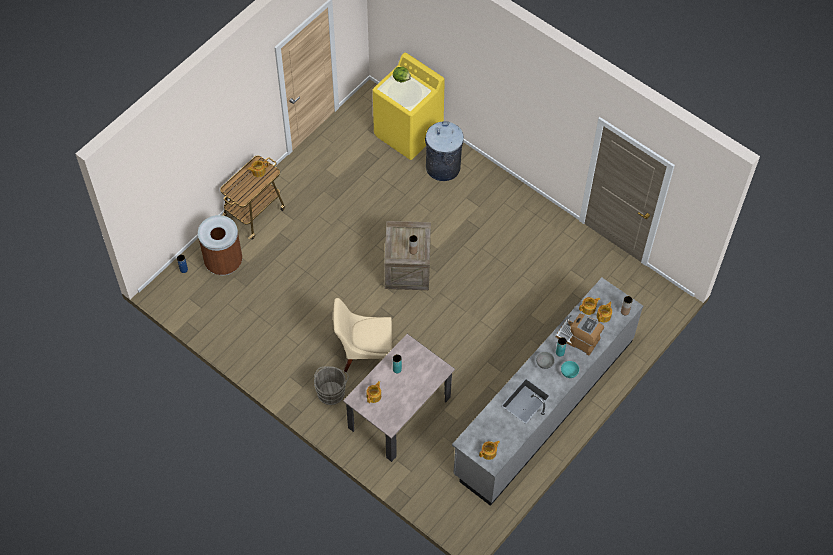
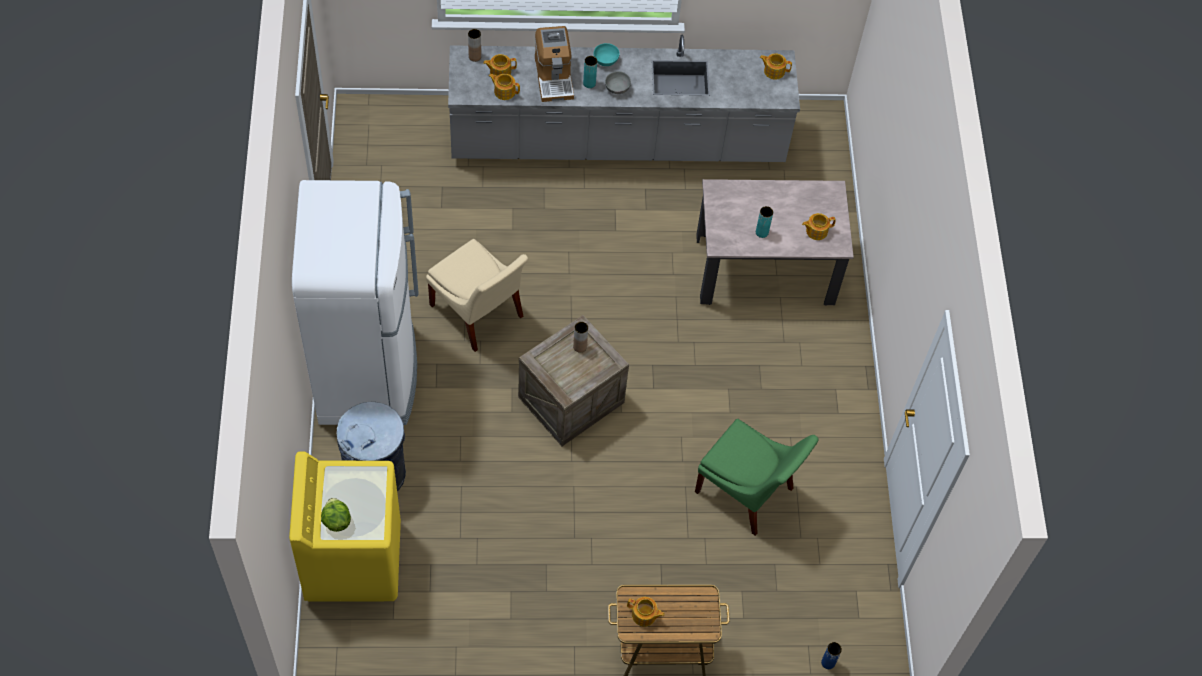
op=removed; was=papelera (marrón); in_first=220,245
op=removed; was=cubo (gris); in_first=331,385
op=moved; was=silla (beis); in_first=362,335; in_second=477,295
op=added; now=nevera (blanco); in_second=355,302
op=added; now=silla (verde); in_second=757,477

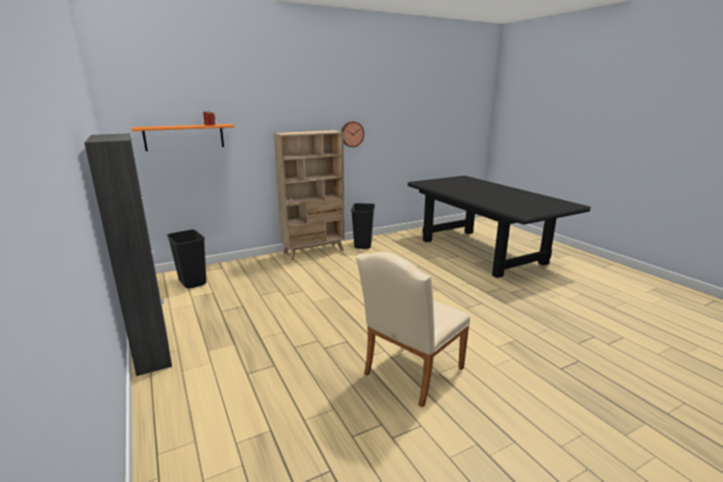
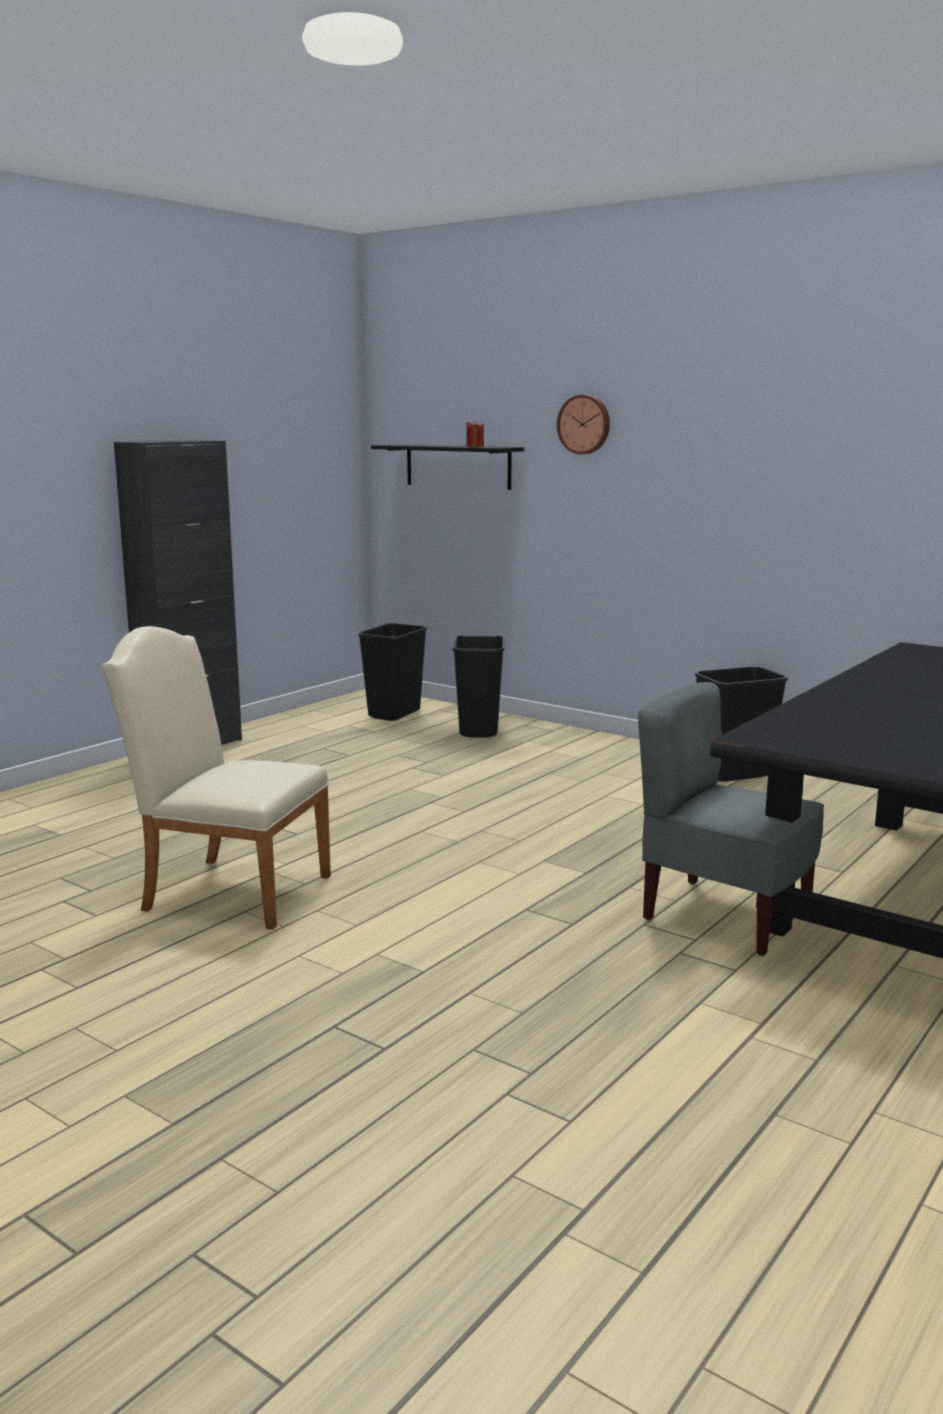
op=recoloured; was=estante (naranja); now=estante (negro); in_first=183,137; in_second=447,467
op=removed; was=estantería (beis); in_first=309,195
op=moved; was=reloj de pared; in_first=352,134; in_second=583,424
op=added; now=papelera (negro); in_second=478,686
op=added; now=silla (gris); in_second=731,819

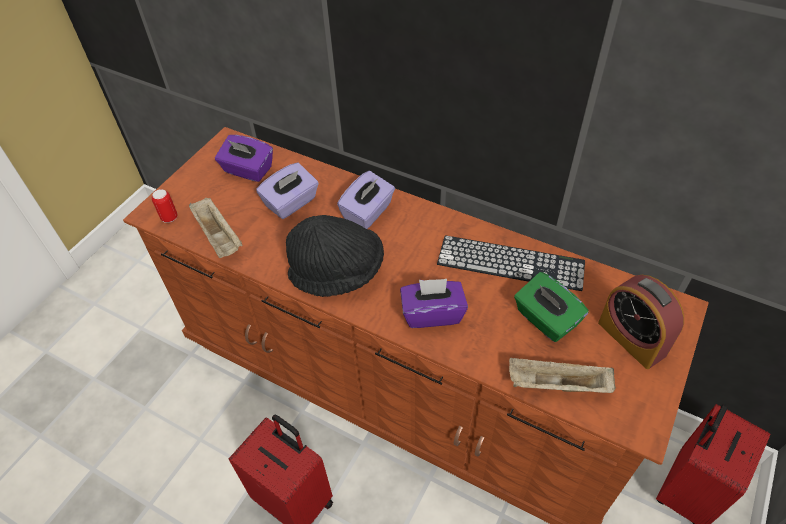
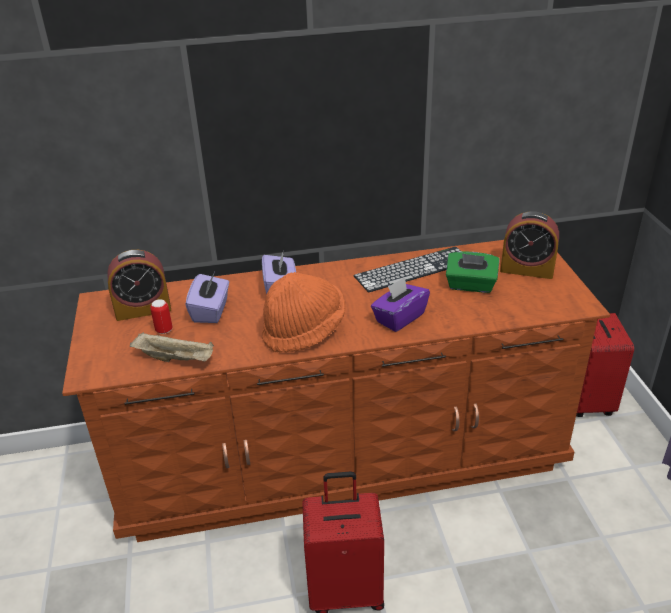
op=moved; was=lata; in_first=164,206; in_second=161,316
op=replaced; was=caja de pañuelos (morado); now=despertador; in_first=244,158; in_second=139,285
op=recoloured; was=sombrero (negro); now=sombrero (naranja); in_first=335,256; in_second=303,312
op=removed; was=bandeja (beis); in_first=562,375

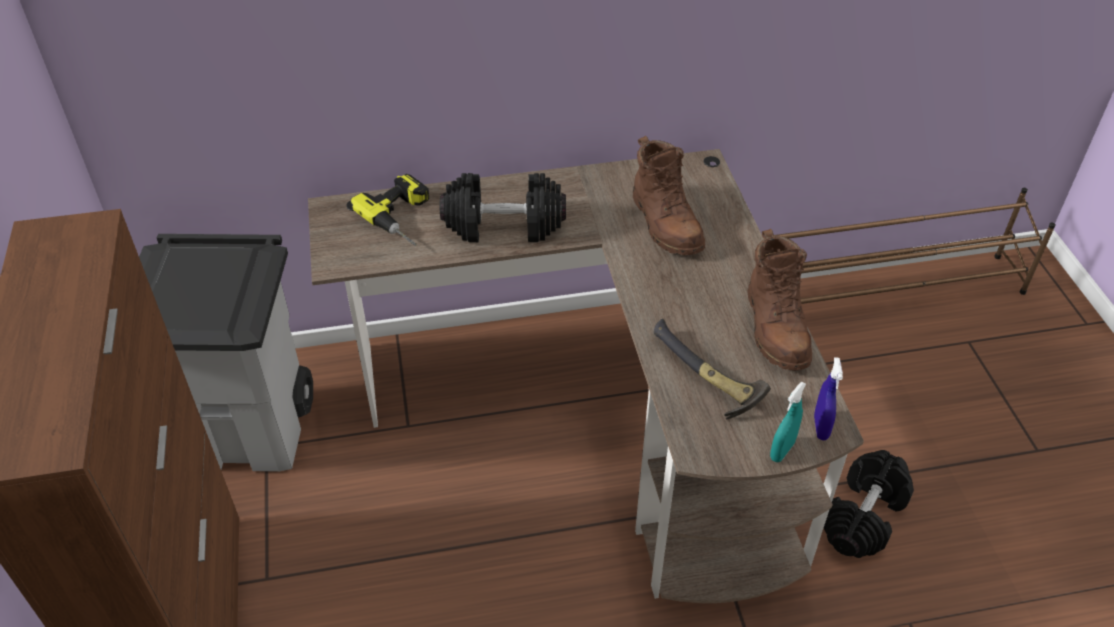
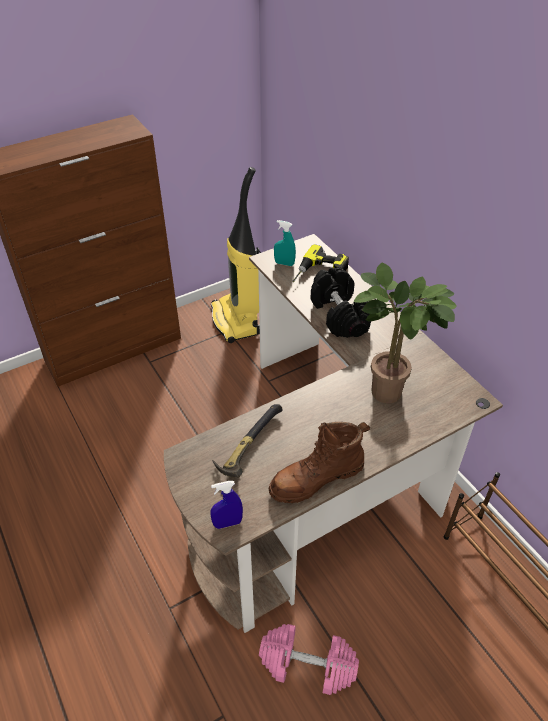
op=replaced; was=papelera (gris); now=aspiradora; in_first=226,353; in_second=236,255
op=replaced; was=bota (marrón); now=planta en maceta; in_first=669,195; in_second=405,332
op=moved; was=pulverizador (turquesa); in_first=788,422; in_second=285,243
op=recoloured; was=mancuerna (negro); now=mancuerna (rosa); in_first=869,504; in_second=309,659

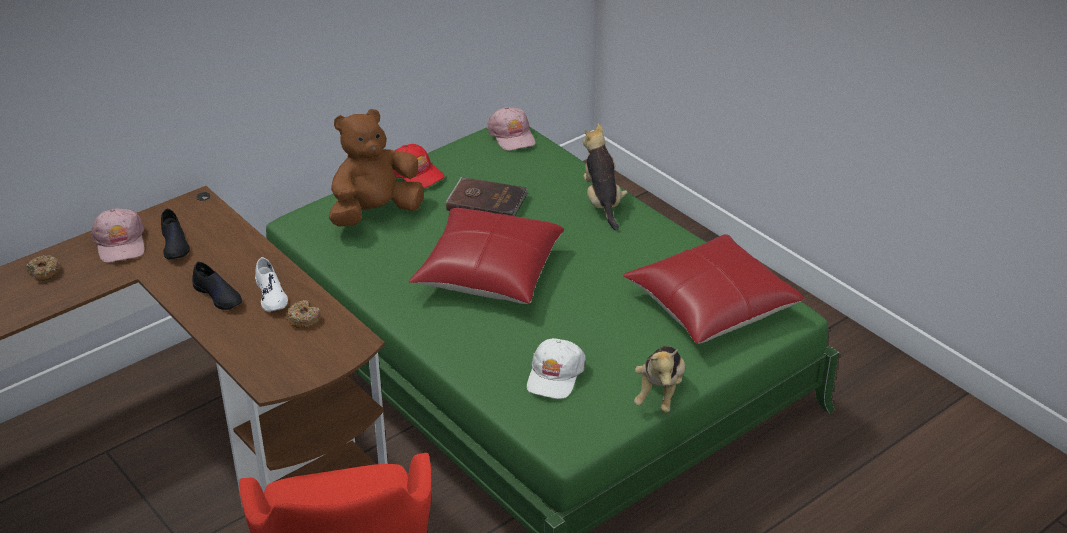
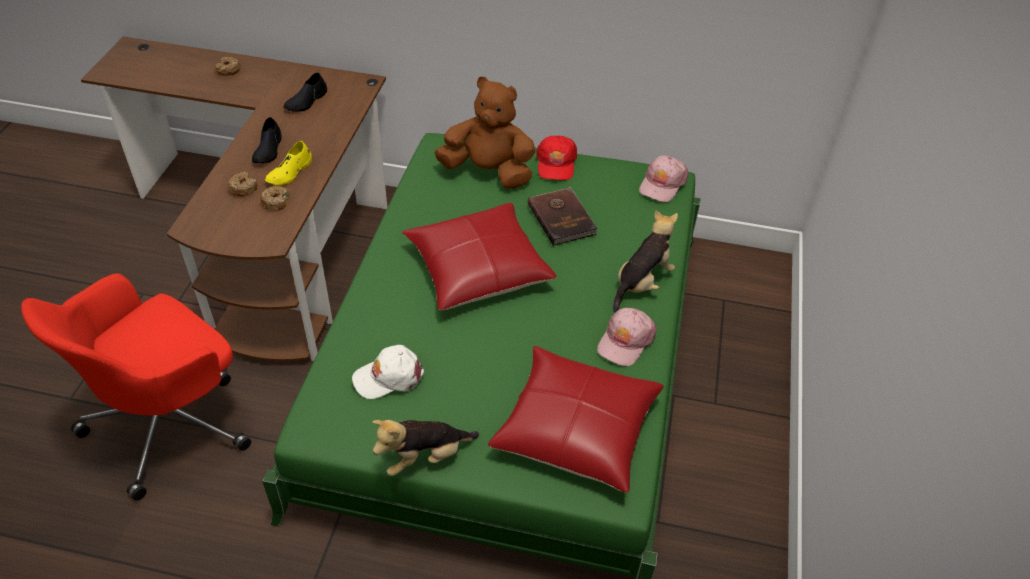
op=moved; was=gorra (rosa); in_first=118,235; in_second=627,337
op=recoloured; was=zapato (blanco); now=zapato (amarillo); in_first=271,284; in_second=288,163
op=added; now=rosquilla; in_second=243,184

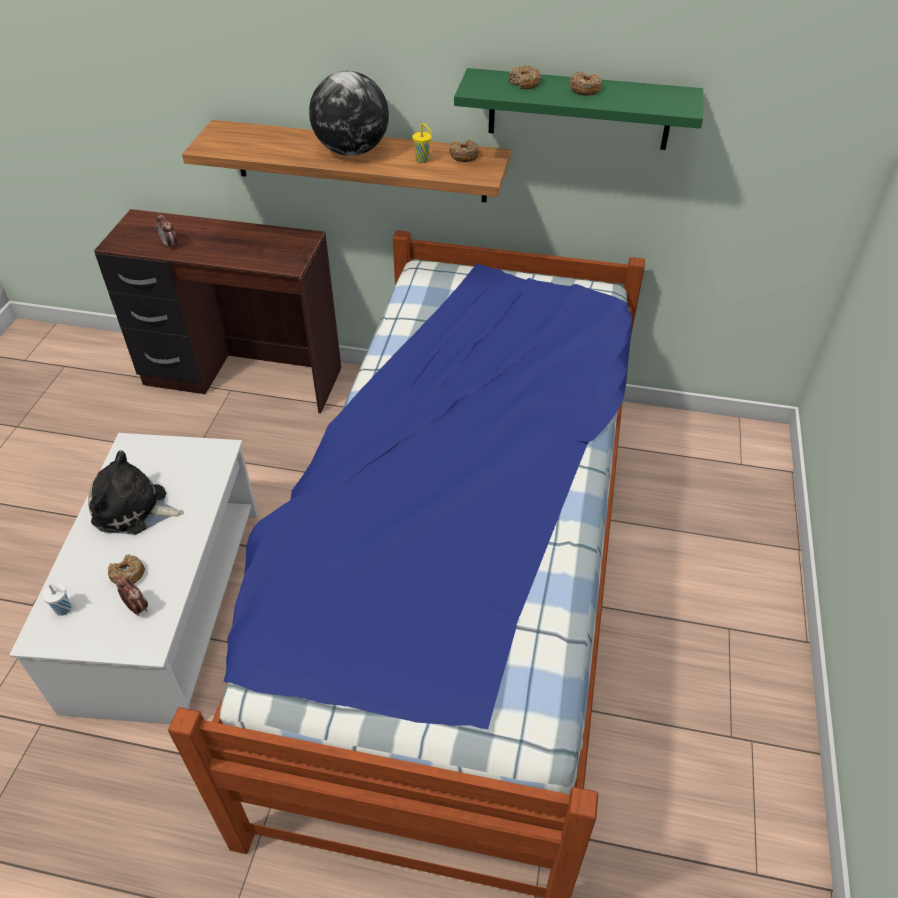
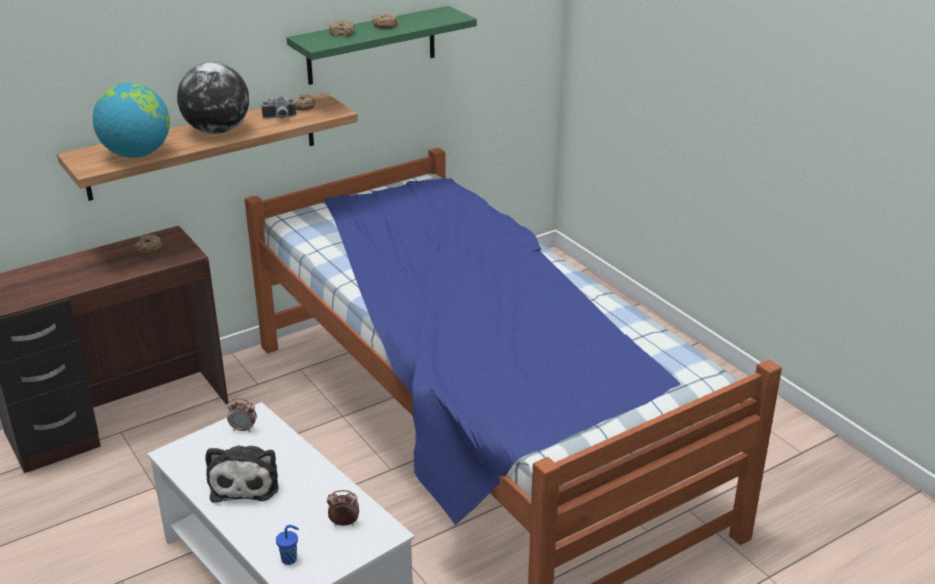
op=recoloured; was=taza (blanco); now=taza (azul); in_first=56,599; in_second=287,545
op=turned; was=peluche; in_first=136,492; in_second=242,473; clockwise=-60
op=moved; was=rosquilla; in_first=126,569; in_second=149,244
op=moved; was=despertador; in_first=166,231; in_second=242,415
op=replaced; was=taza (amarillo); now=cámara; in_first=422,143; in_second=278,107
op=added; now=globo terráqueo; in_second=131,120

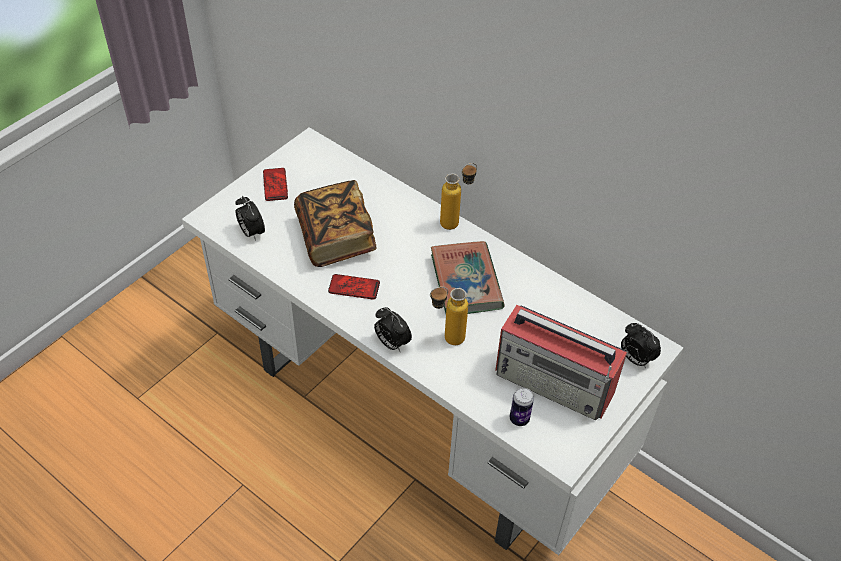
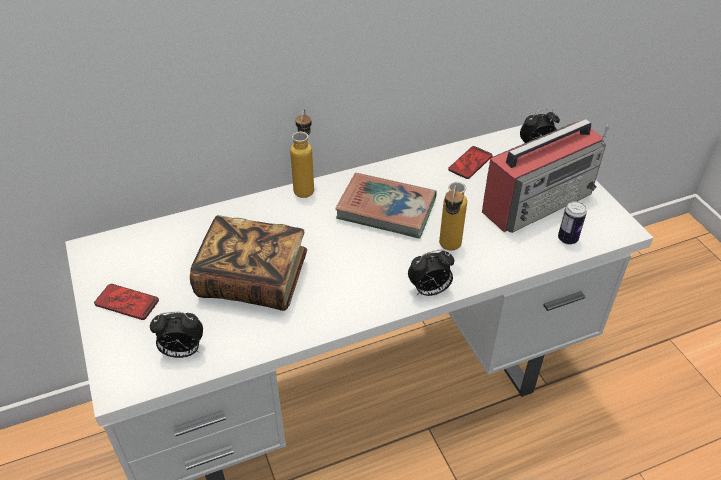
op=moved; was=móvil; in_first=354,287; in_second=470,162

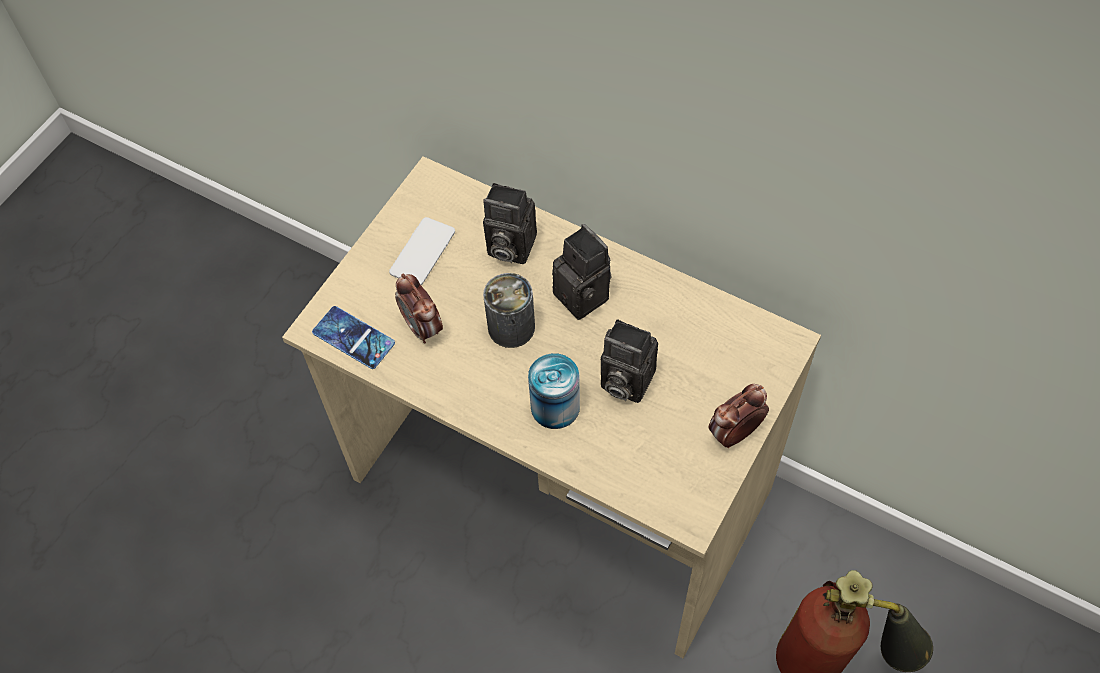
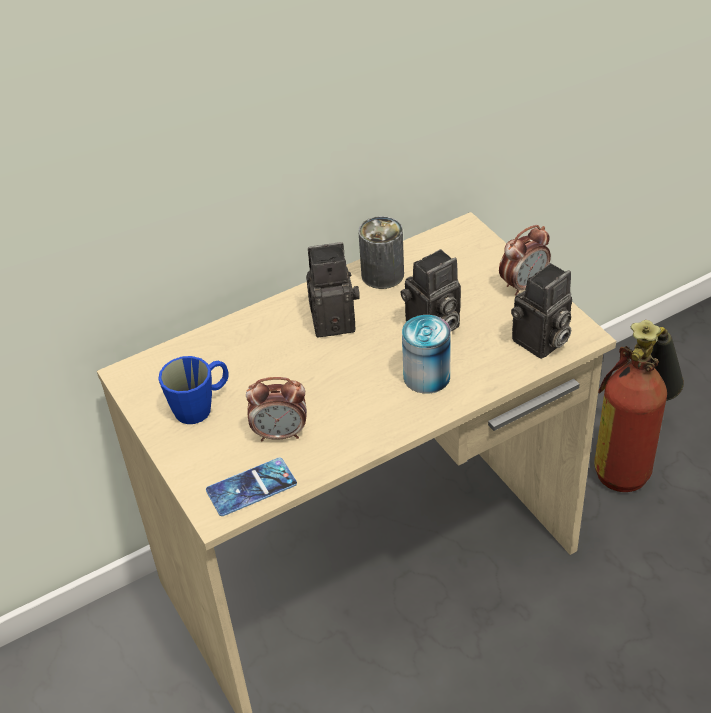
op=replaced; was=móvil; now=taza grande (azul); in_first=422,251; in_second=193,390
op=moved; was=cámara; in_first=510,223; in_second=541,311
op=moved; was=lata; in_first=509,310; in_second=381,252
op=turned; was=despertador; in_first=739,416; in_second=525,260; clockwise=-120

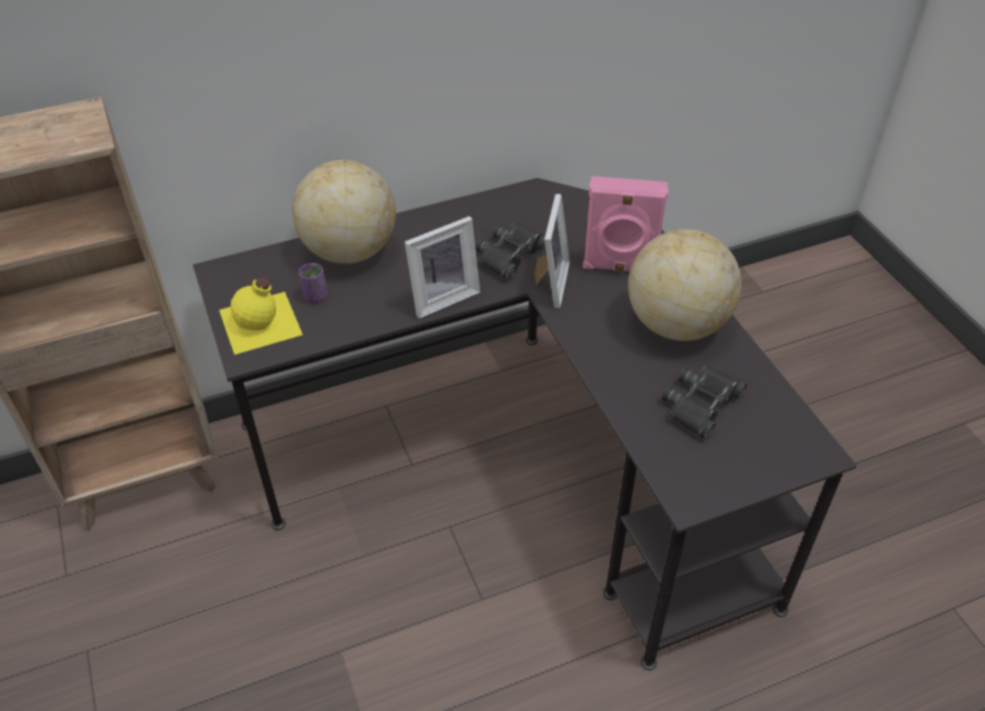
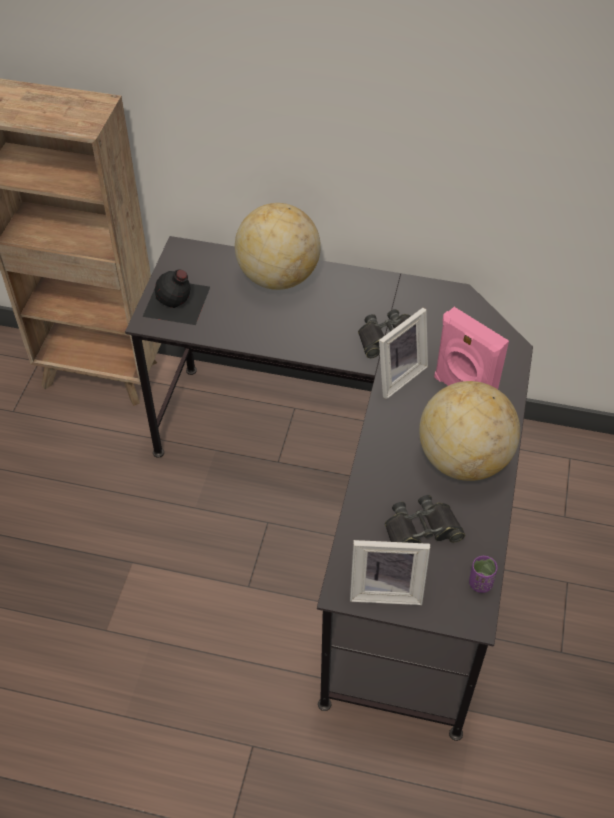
op=recoloured; was=botella (amarillo); now=botella (negro); in_first=261,316; in_second=176,297
op=moved; was=taza (morado); in_first=313,282; in_second=483,574
op=moved; was=portarretratos; in_first=442,267; in_second=390,572

